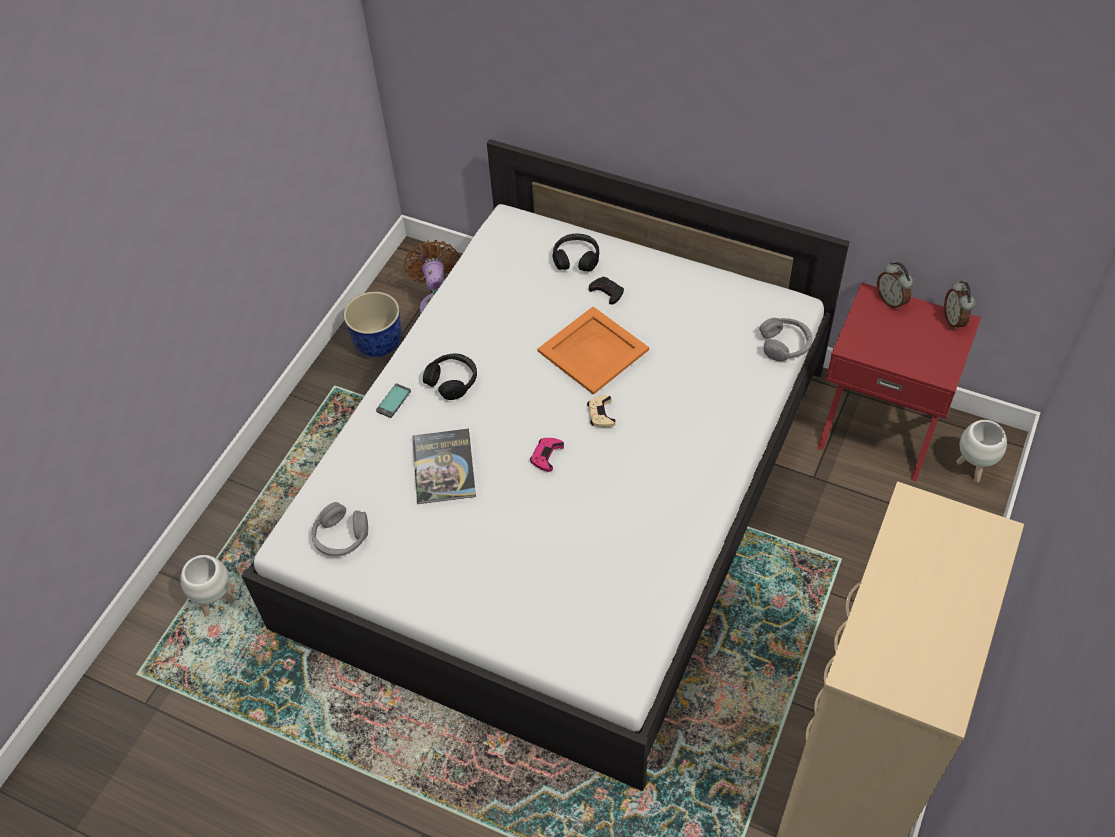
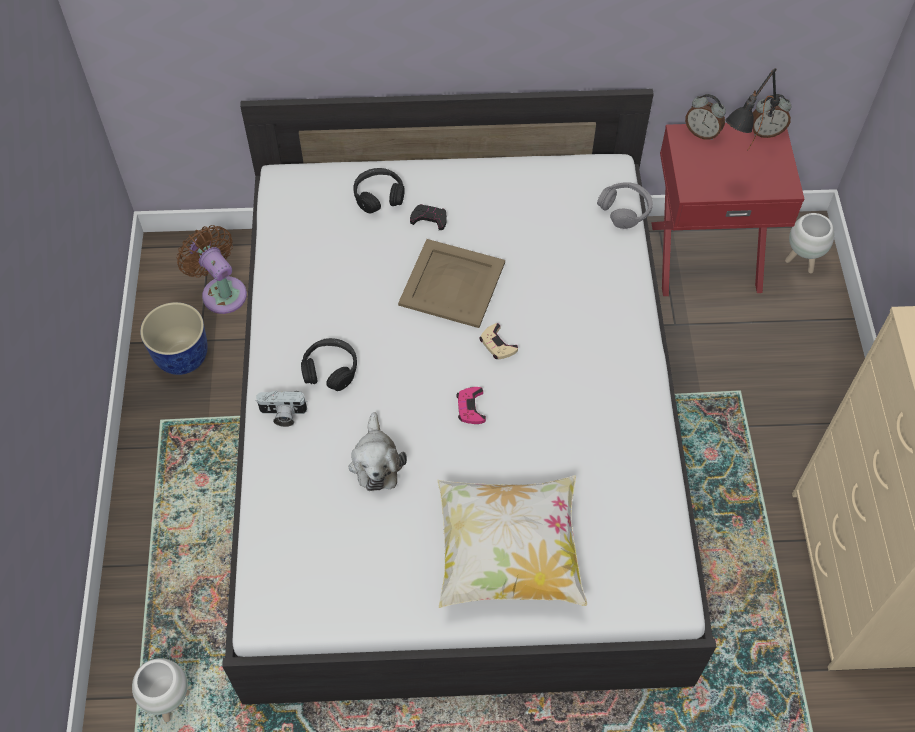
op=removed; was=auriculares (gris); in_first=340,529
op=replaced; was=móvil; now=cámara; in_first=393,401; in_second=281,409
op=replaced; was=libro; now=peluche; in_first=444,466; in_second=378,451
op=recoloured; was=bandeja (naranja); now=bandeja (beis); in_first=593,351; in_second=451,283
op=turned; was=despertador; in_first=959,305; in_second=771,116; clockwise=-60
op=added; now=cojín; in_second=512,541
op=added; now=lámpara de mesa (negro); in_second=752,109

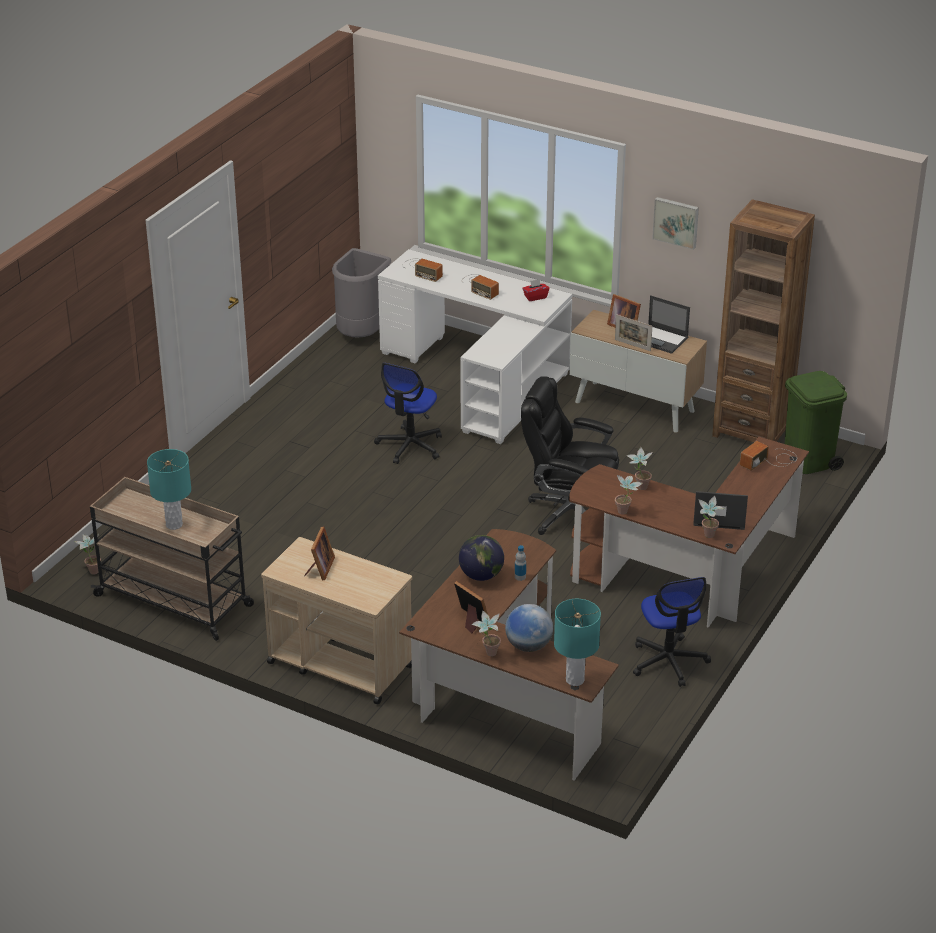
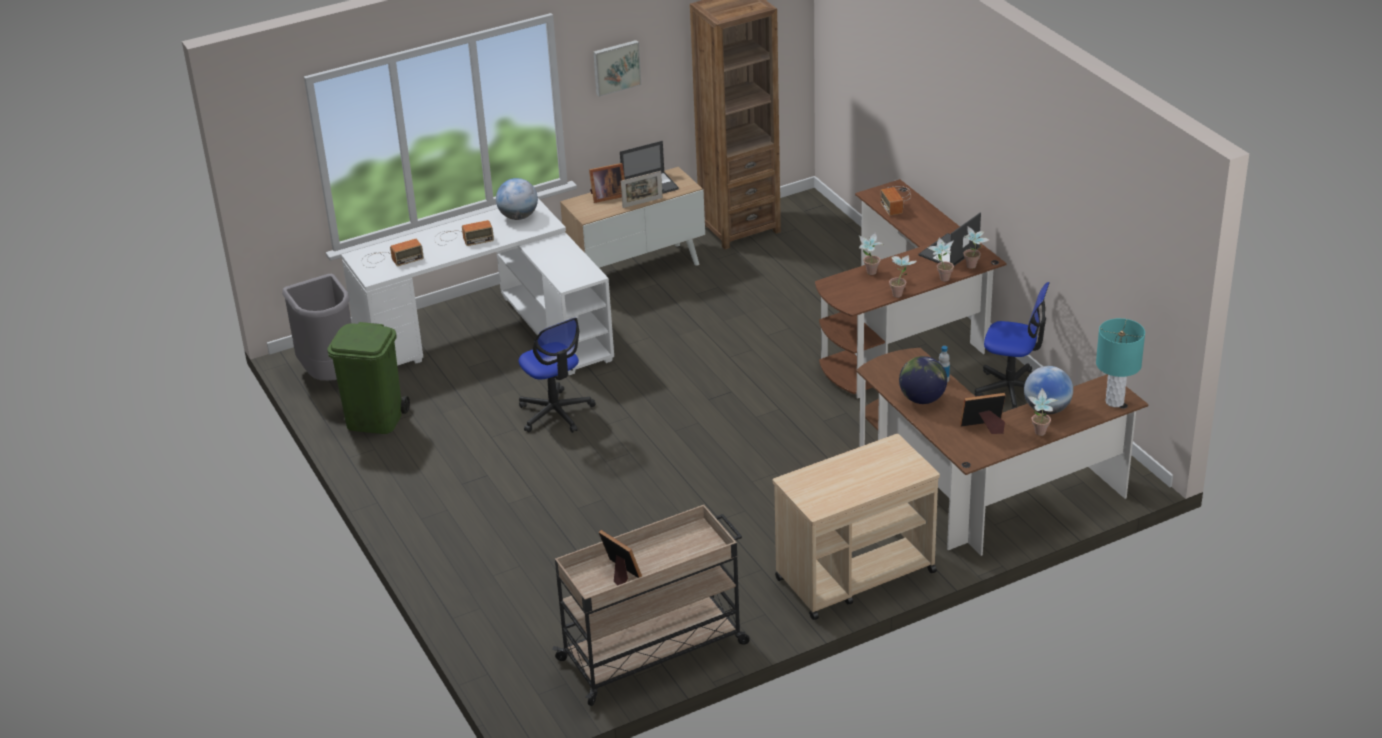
op=moved; was=planta en maceta; in_first=87,554; in_second=941,259
op=removed; was=lámpara de mesa (turquesa); in_first=169,489
op=moved; was=portarretratos; in_first=319,553; in_second=620,557
op=removed; was=silla de oficina (negro); in_first=570,455
op=replaced; was=caja de pañuelos (rojo); now=globo terráqueo; in_first=536,290; in_second=517,199
op=moved; was=papelera (verde); in_first=816,422; in_second=368,378

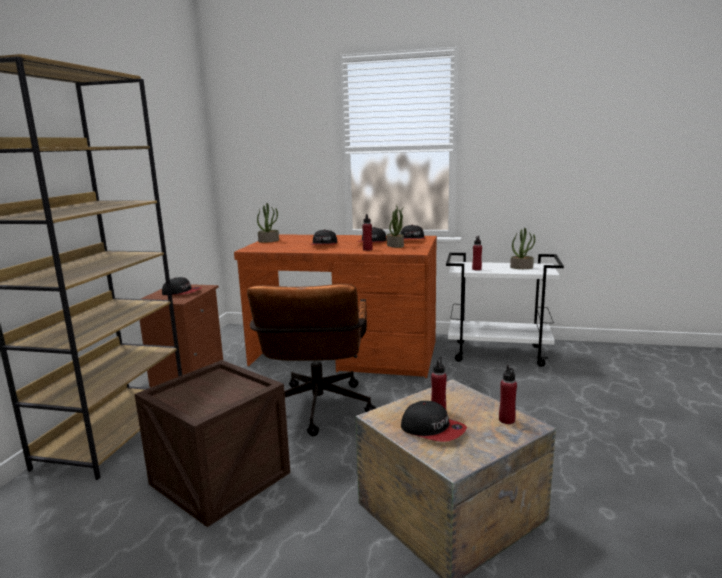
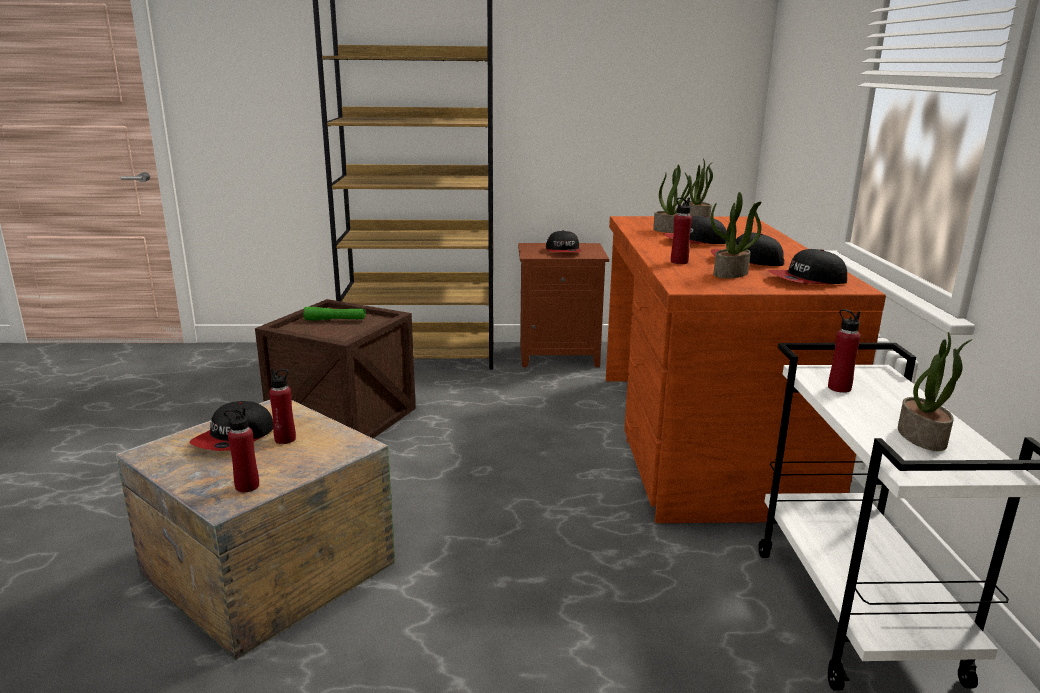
op=removed; was=silla de oficina (marrón); in_first=311,360
op=added; now=linterna (verde); in_second=334,313
op=added; now=planta en maceta; in_second=672,199

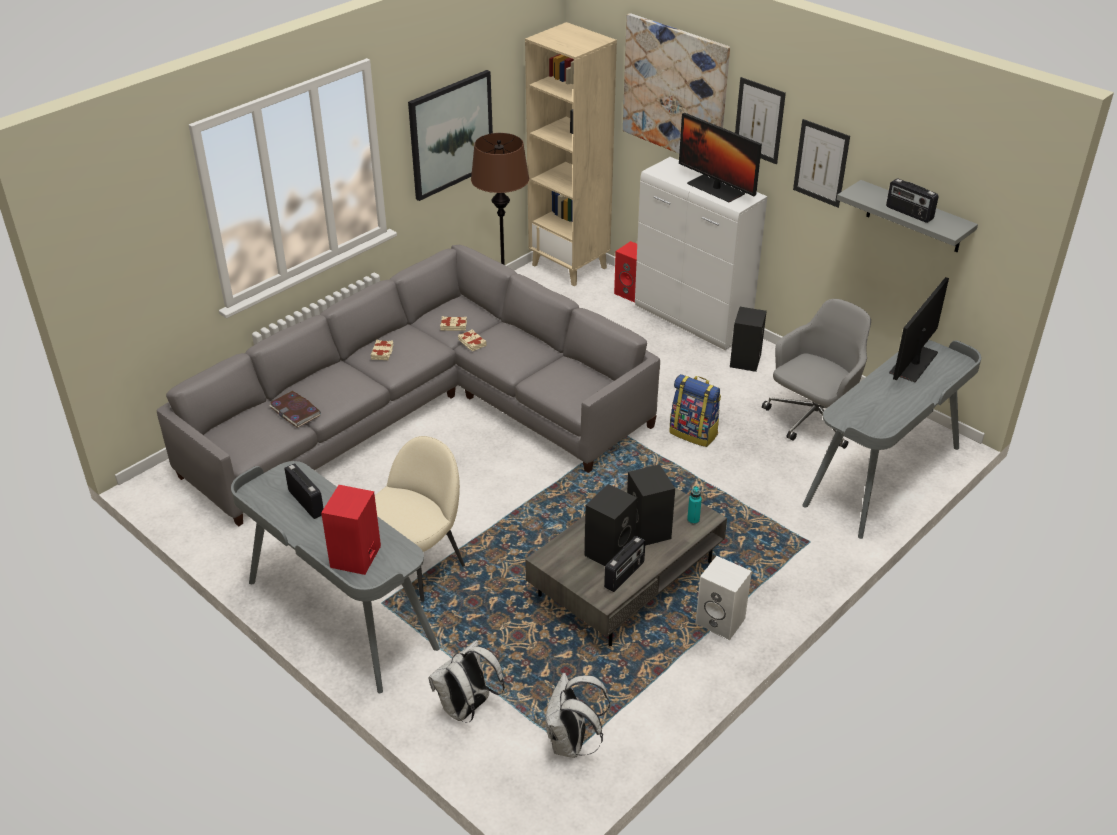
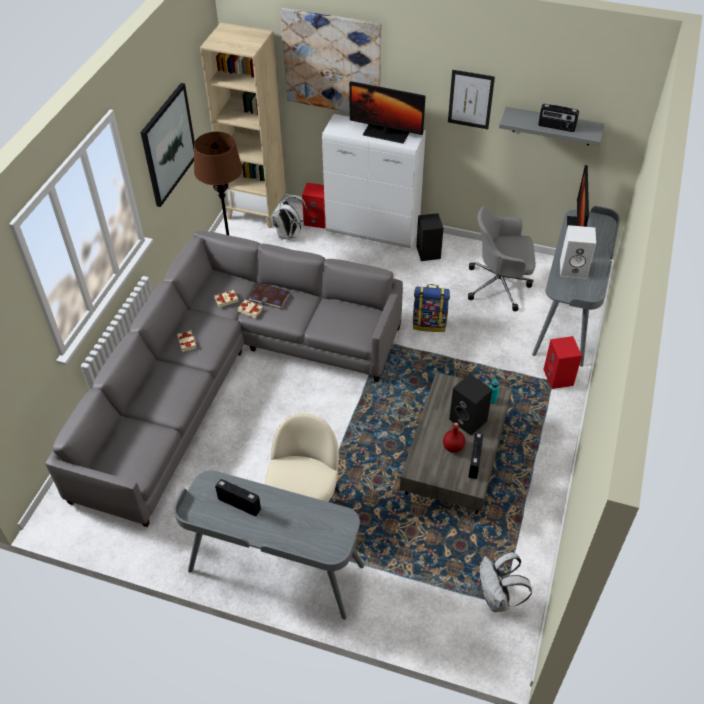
op=moved; was=libro; in_first=295,409; in_second=269,296
op=moved; was=altavoz (rojo); in_first=351,530; in_second=562,362
op=moved; was=mochila (blanco); in_first=467,681; in_second=290,217
op=replaced; was=altavoz (negro); now=botella (rojo); in_first=611,525; in_second=454,437
op=moved; was=altavoz (blanco); in_first=723,598; in_second=578,252
op=removed; was=cuadro; in_first=760,120
op=turned; was=silla de oficina (gris); in_first=816,374; in_second=502,259; clockwise=-105

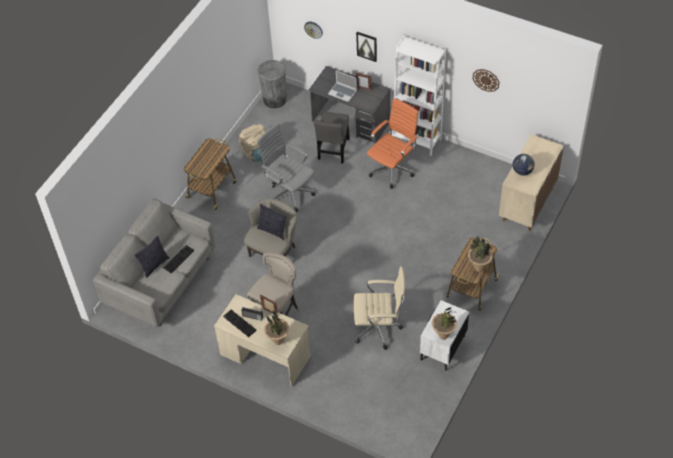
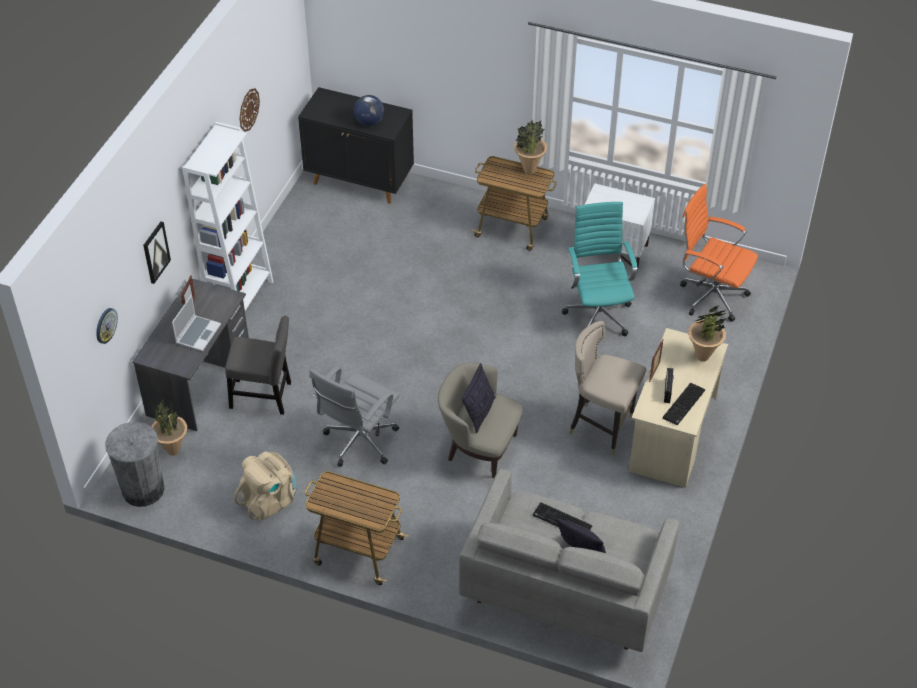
op=recoloured; was=silla de oficina (beis); now=silla de oficina (turquesa); in_first=379,308; in_second=600,269
op=moved; was=silla de oficina (naranja); in_first=393,143; in_second=719,253
op=moved; was=planta en maceta; in_first=444,323; in_second=169,428
op=recoloured; was=armario (beis); now=armario (negro); in_first=531,182; in_second=356,145

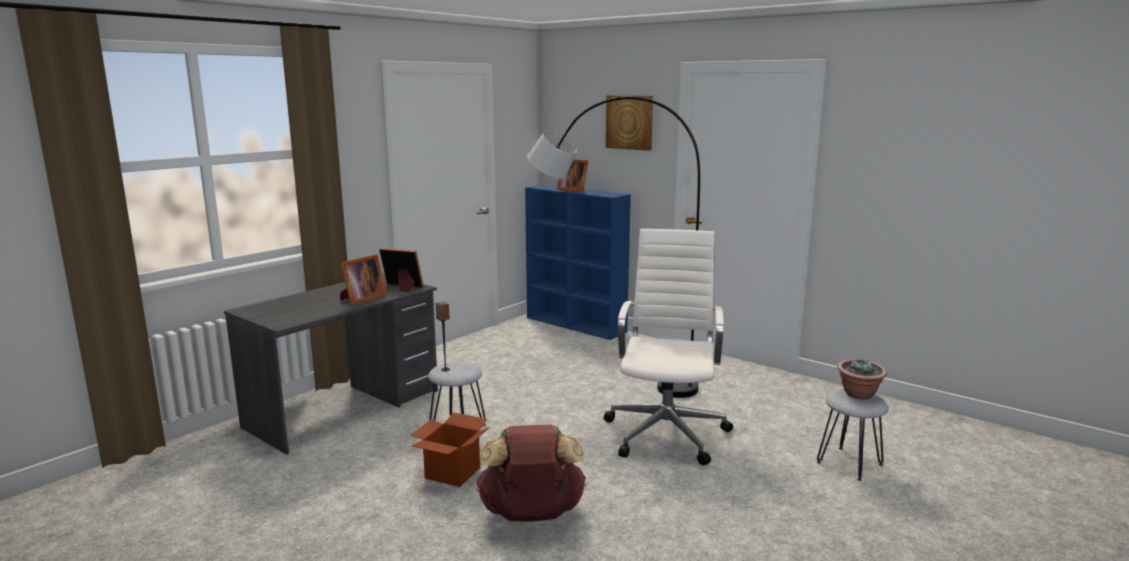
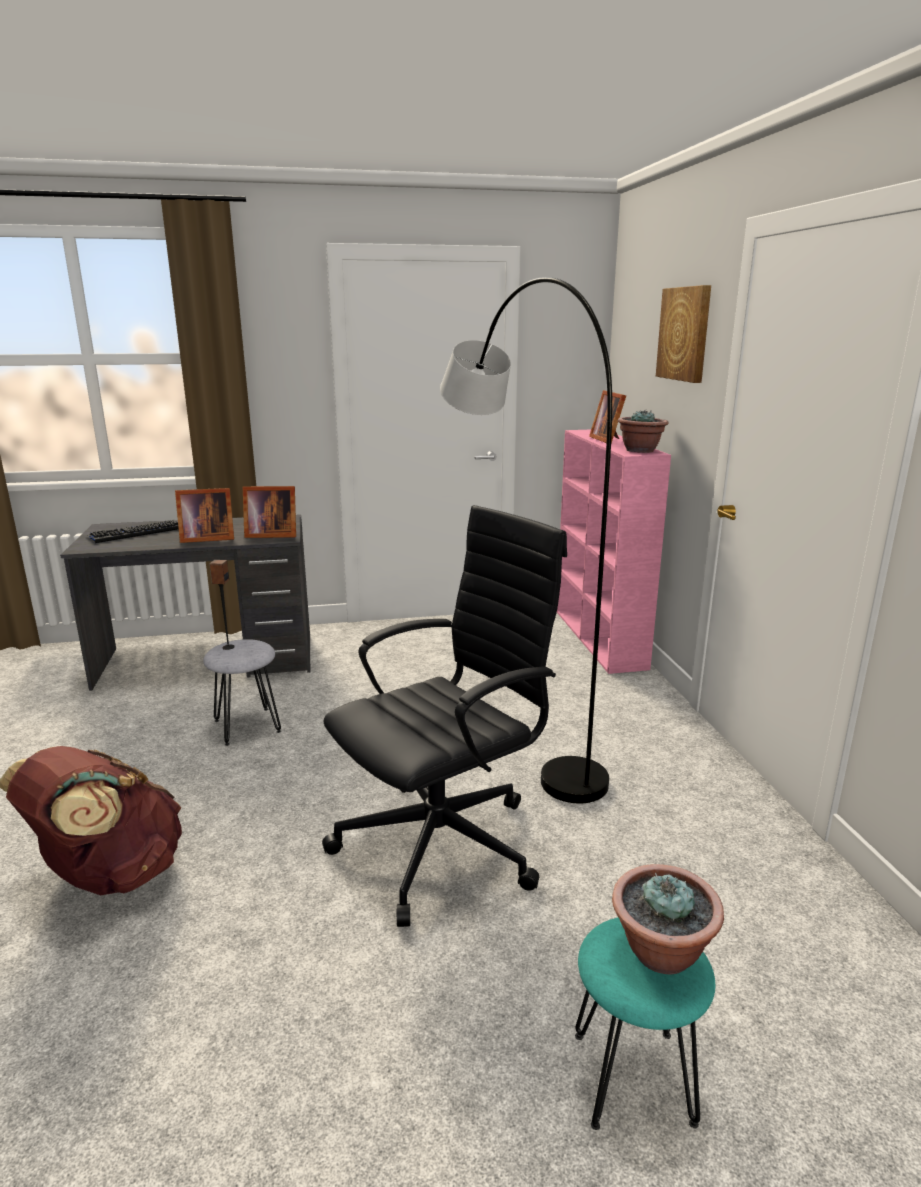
op=turned; was=portarretratos; in_first=401,270; in_second=269,512; clockwise=120
op=removed; was=caja de cartón; in_first=450,449
op=recoloured; was=estantería (azul); now=estantería (rosa); in_first=578,262; in_second=614,552
op=recoloured; was=silla de oficina (blanco); now=silla de oficina (negro); in_first=668,347; in_second=444,716
op=recoloured; was=taburete (gris); now=taburete (turquesa); in_first=853,435; in_second=645,1024
op=added; now=teclado; in_second=133,531
op=added; now=planta en maceta; in_second=643,431

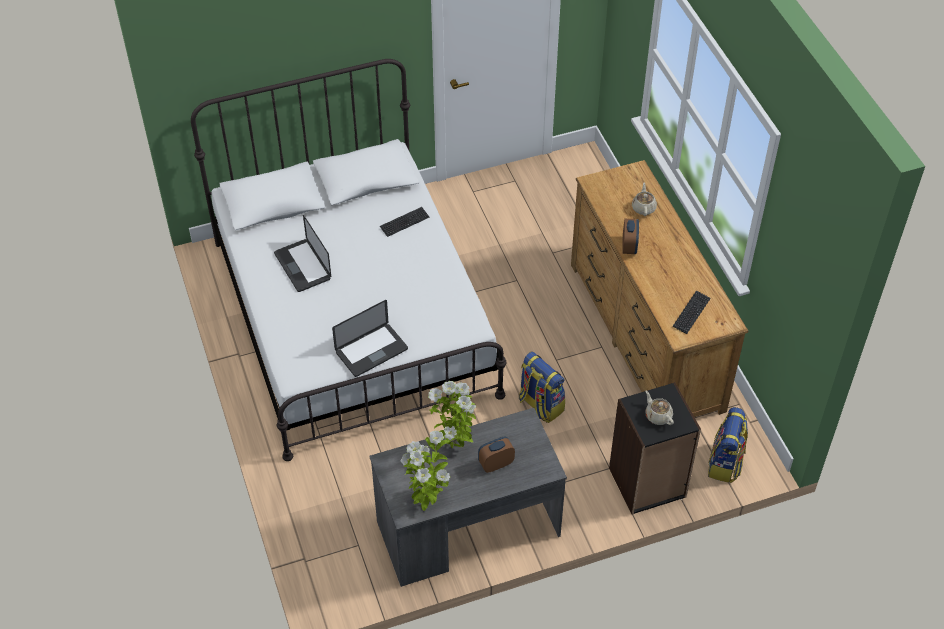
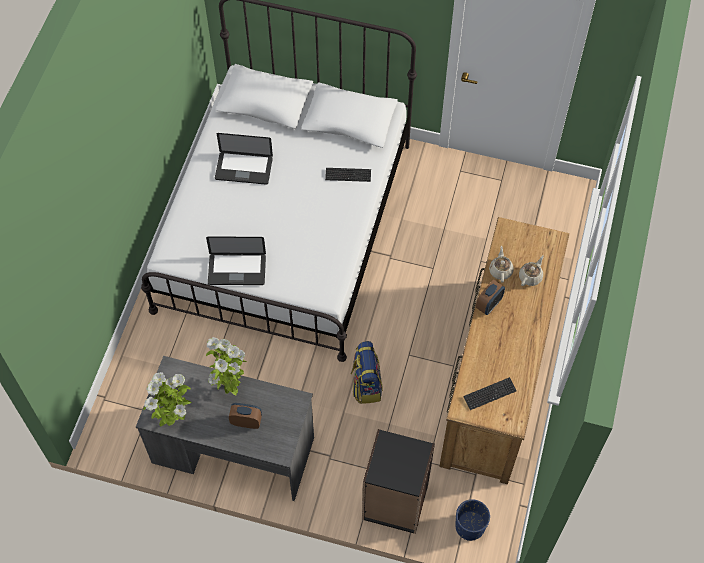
op=turned; was=portátil; in_first=302,253; in_second=244,159; clockwise=-90
op=moved; was=tetera (beis); in_first=659,407; in_second=501,264
op=replaced; was=mochila; now=maceta (azul); in_first=728,445; in_second=472,520

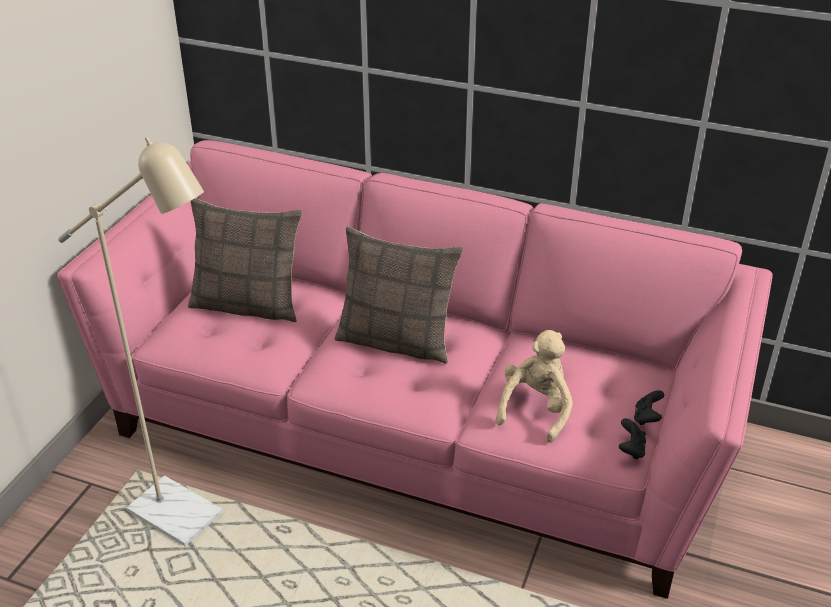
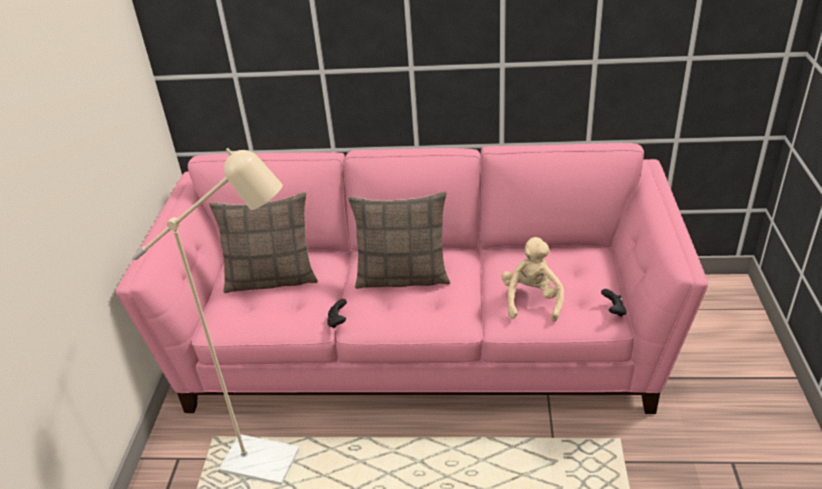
op=moved; was=mando de consola (negro); in_first=649,407; in_second=337,313

